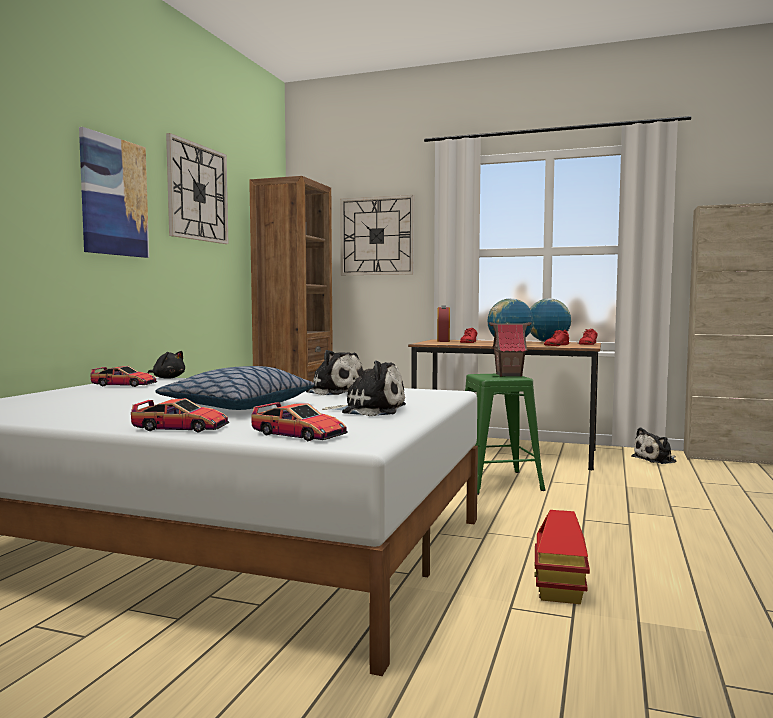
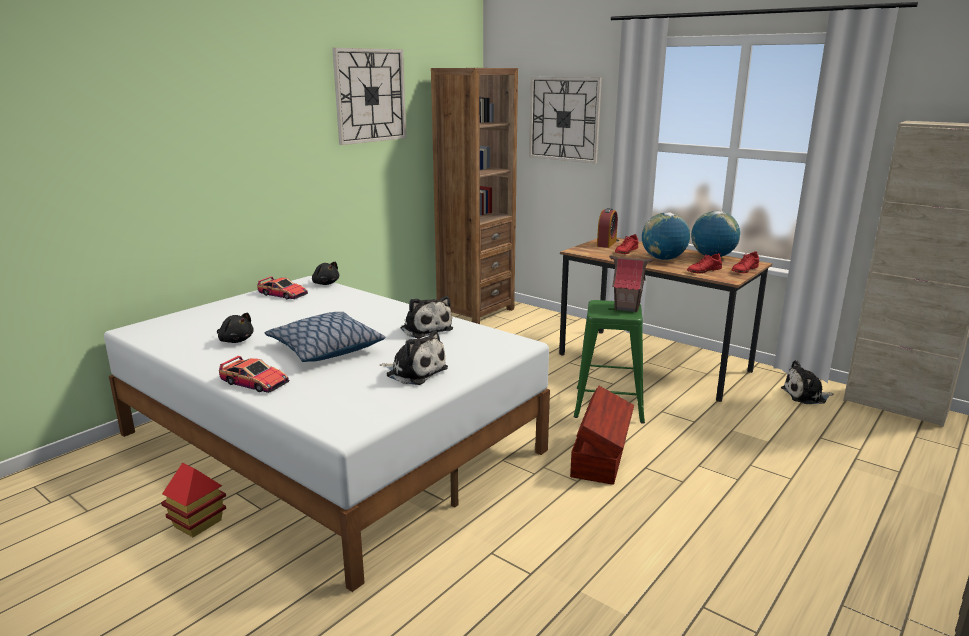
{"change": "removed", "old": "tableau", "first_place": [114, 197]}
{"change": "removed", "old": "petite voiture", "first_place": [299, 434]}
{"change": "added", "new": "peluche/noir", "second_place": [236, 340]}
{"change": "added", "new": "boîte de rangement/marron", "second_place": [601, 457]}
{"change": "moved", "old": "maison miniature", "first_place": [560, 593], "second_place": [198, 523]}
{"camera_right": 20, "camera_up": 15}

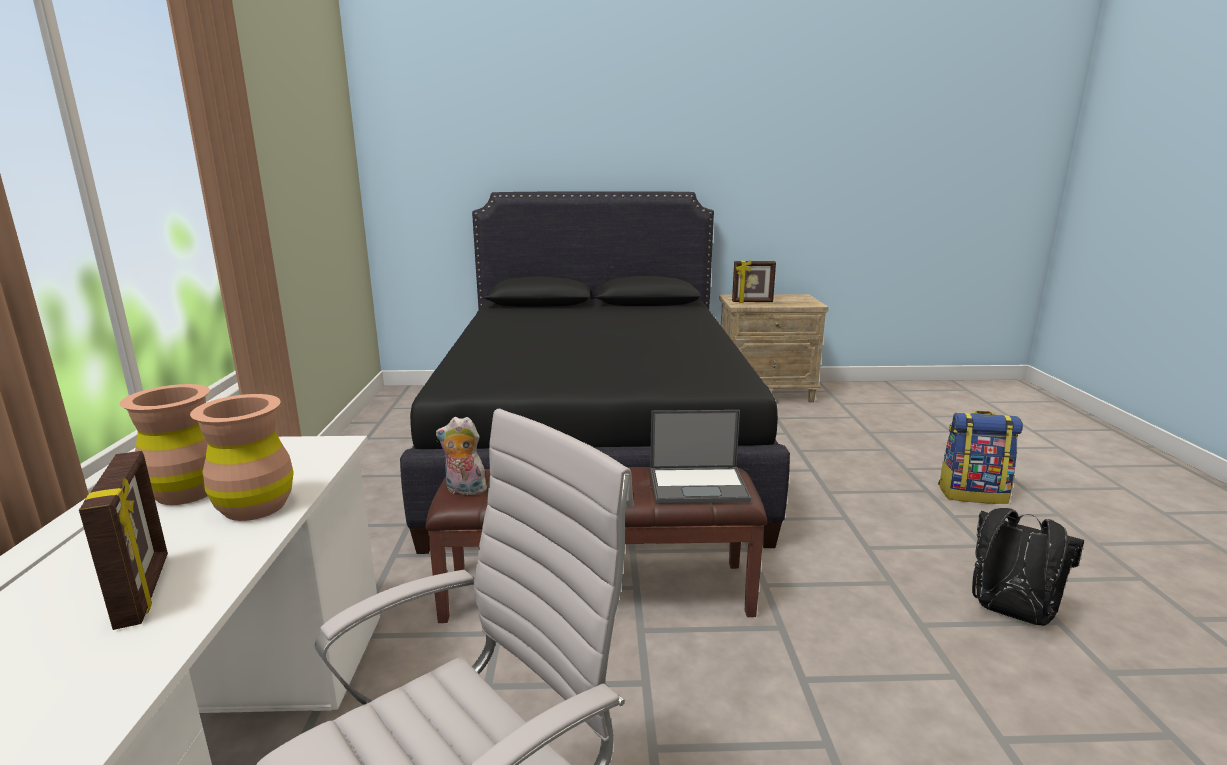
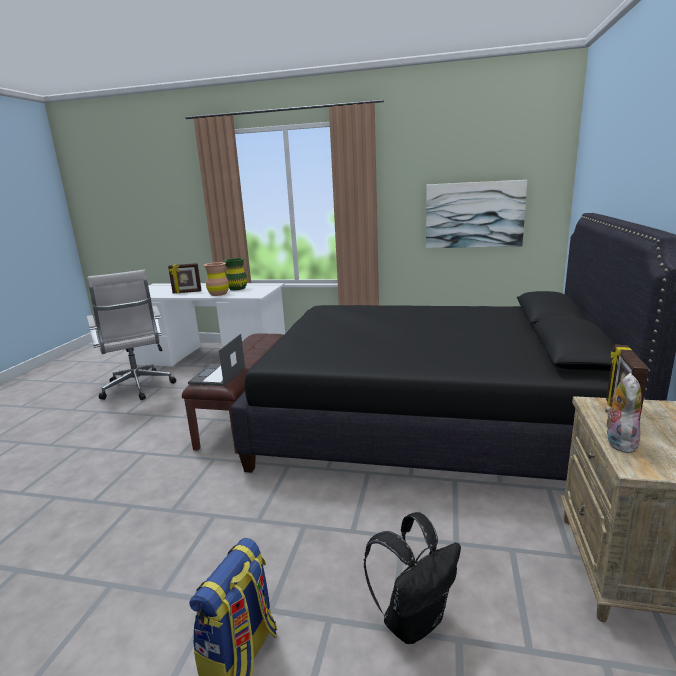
{"change": "added", "new": "tableau", "second_place": [474, 215]}
{"change": "moved", "old": "peluche", "first_place": [464, 490], "second_place": [618, 442]}
{"change": "moved", "old": "sac à dos/noir", "first_place": [1009, 613], "second_place": [414, 620]}
{"change": "recoloured", "old": "vase/marron", "new": "vase/vert", "first_place": [187, 492], "second_place": [237, 288]}
{"camera_right": 105, "camera_up": 0}

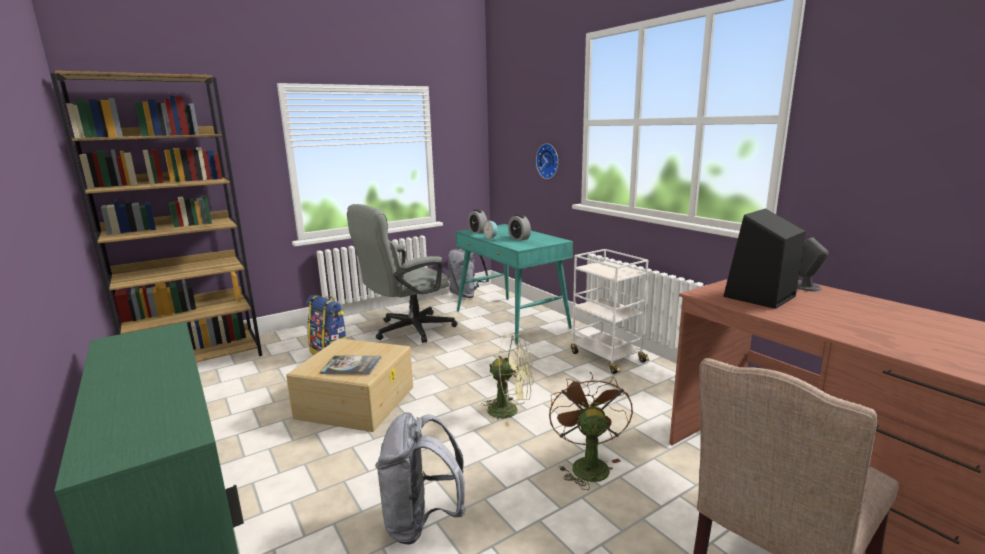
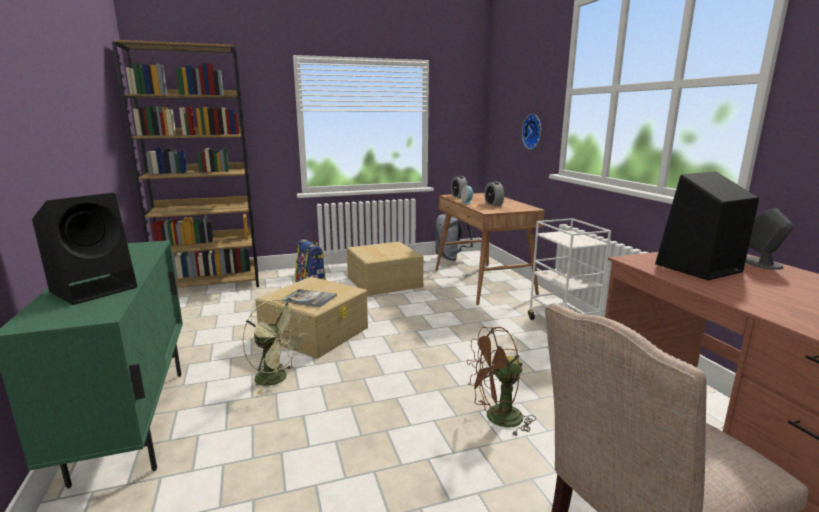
{"change": "removed", "old": "sac à dos/gris", "first_place": [421, 522]}
{"change": "added", "new": "enceinte/noir", "second_place": [96, 289]}
{"change": "moved", "old": "ventilateur/vert", "first_place": [510, 411], "second_place": [277, 379]}
{"change": "replaced", "old": "chaise de bureau/gris", "new": "boîte de rangement/beige", "first_place": [407, 330], "second_place": [384, 281]}
{"change": "recoloured", "old": "bureau/turquoise", "new": "bureau/marron", "first_place": [512, 319], "second_place": [483, 283]}
{"change": "turned", "old": "ventilateur/marron", "first_place": [587, 464], "second_place": [497, 419], "degrees": -120}
{"camera_right": 15, "camera_up": 0}

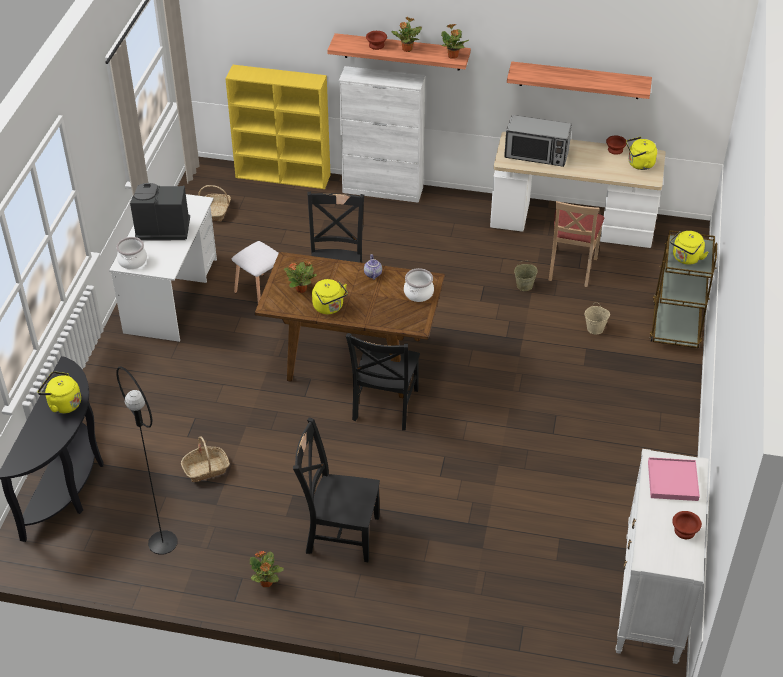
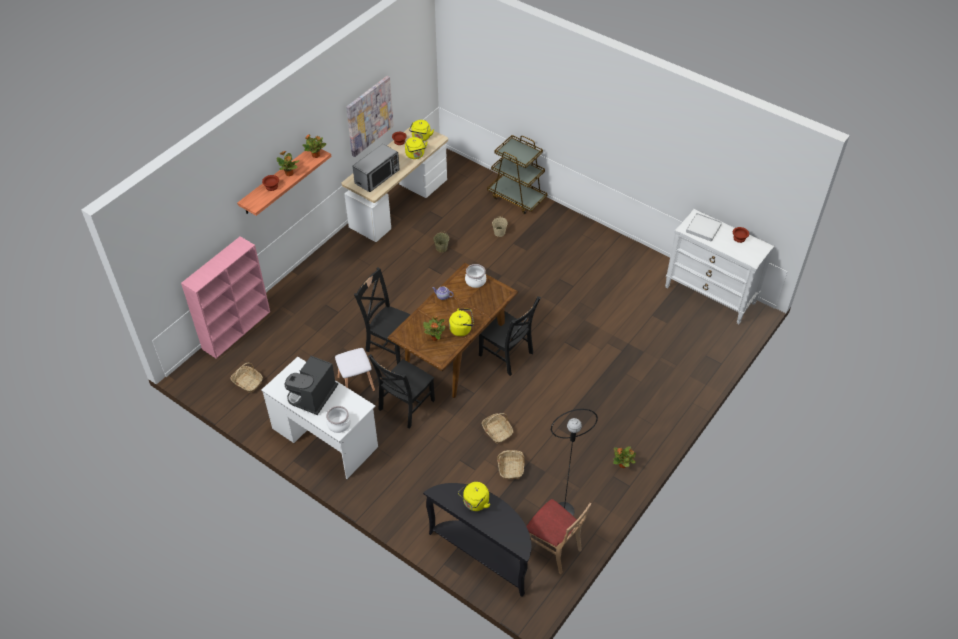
{"change": "removed", "old": "meuble de rangement/blanc", "first_place": [383, 190]}
{"change": "added", "new": "panier", "second_place": [497, 431]}
{"change": "moved", "old": "chaise/noir", "first_place": [339, 533], "second_place": [405, 406]}
{"change": "moved", "old": "chaise/beige", "first_place": [571, 268], "second_place": [554, 549]}
{"change": "moved", "old": "bouilloire/jaune", "first_place": [686, 258], "second_place": [415, 155]}
{"change": "replaced", "old": "étagère", "new": "tableau", "first_place": [579, 80], "second_place": [369, 115]}
{"change": "recoloured", "old": "bibliothèque/jaune", "new": "bibliothèque/rose", "first_place": [284, 176], "second_place": [237, 329]}
{"change": "recoloured", "old": "plateau/rose", "new": "plateau/blanc", "first_place": [673, 481], "second_place": [703, 228]}
{"camera_right": -65, "camera_up": 5}

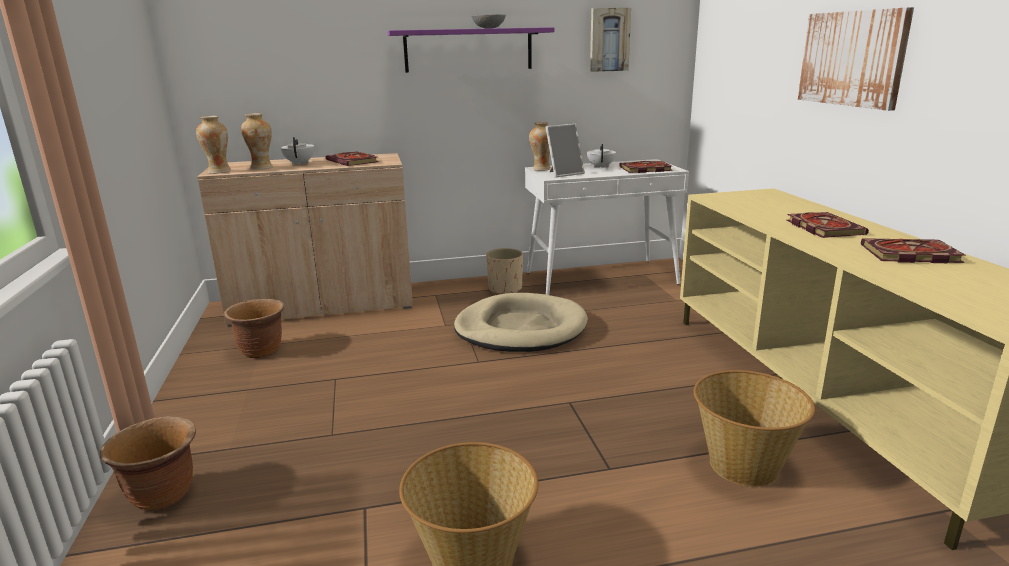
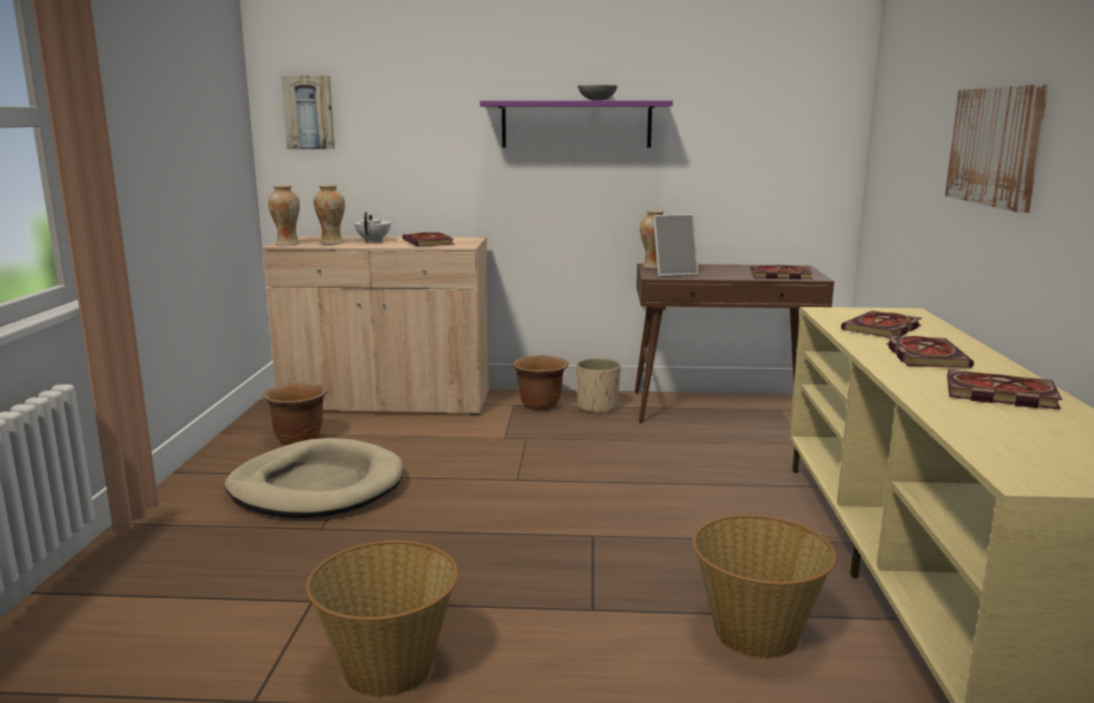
{"change": "removed", "old": "théière/blanc", "first_place": [601, 167]}
{"change": "added", "new": "livre", "second_place": [882, 329]}
{"change": "moved", "old": "cache-pot/marron", "first_place": [163, 495], "second_place": [540, 405]}
{"change": "moved", "old": "panier pour chien/beige", "first_place": [520, 329], "second_place": [317, 486]}
{"change": "moved", "old": "tableau", "first_place": [609, 40], "second_place": [309, 113]}
{"change": "recoloured", "old": "table console/blanc", "new": "table console/marron", "first_place": [601, 278], "second_place": [723, 408]}
{"camera_right": 15, "camera_up": -5}

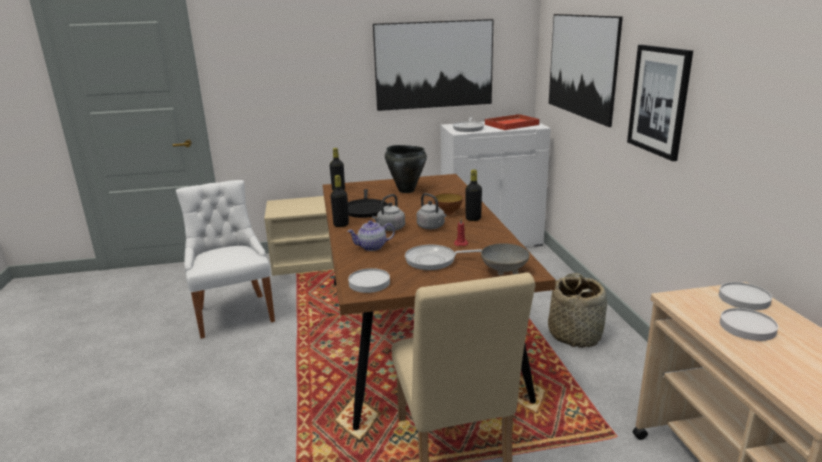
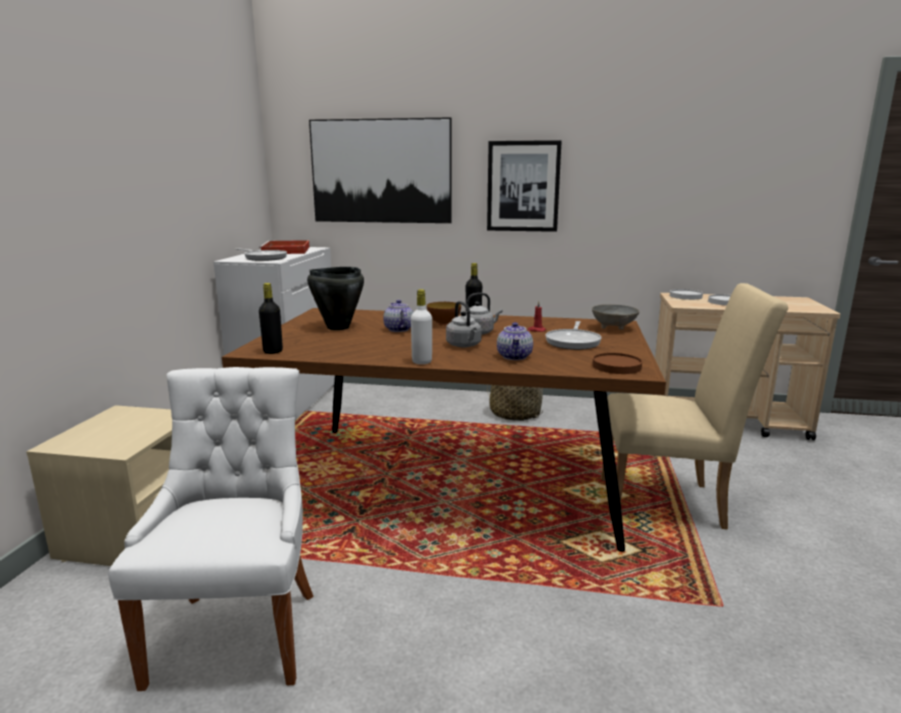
{"change": "removed", "old": "poêle/noir", "first_place": [365, 210]}
{"change": "removed", "old": "tableau", "first_place": [434, 65]}
{"change": "added", "new": "théière", "second_place": [398, 329]}
{"change": "recoloured", "old": "bouteille/noir", "new": "bouteille/blanc", "first_place": [341, 225], "second_place": [422, 361]}
{"change": "recoloured", "old": "assiette/blanc", "new": "assiette/marron", "first_place": [369, 283], "second_place": [617, 366]}
{"change": "turned", "old": "chaise/blanc", "first_place": [234, 313], "second_place": [238, 632], "degrees": 90}
{"camera_right": -70, "camera_up": -5}

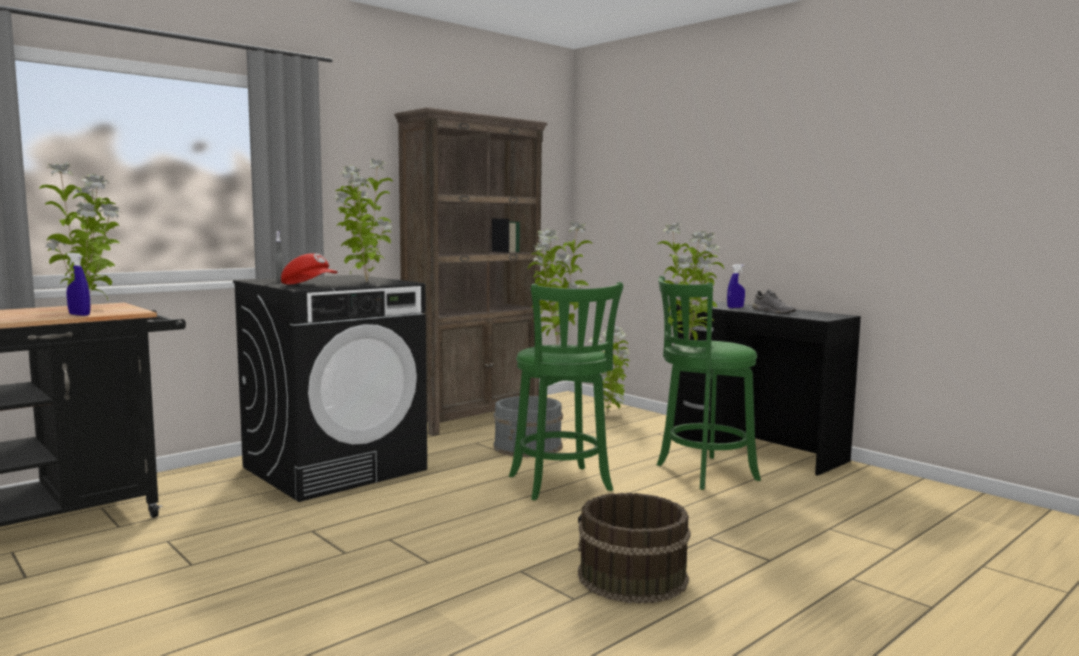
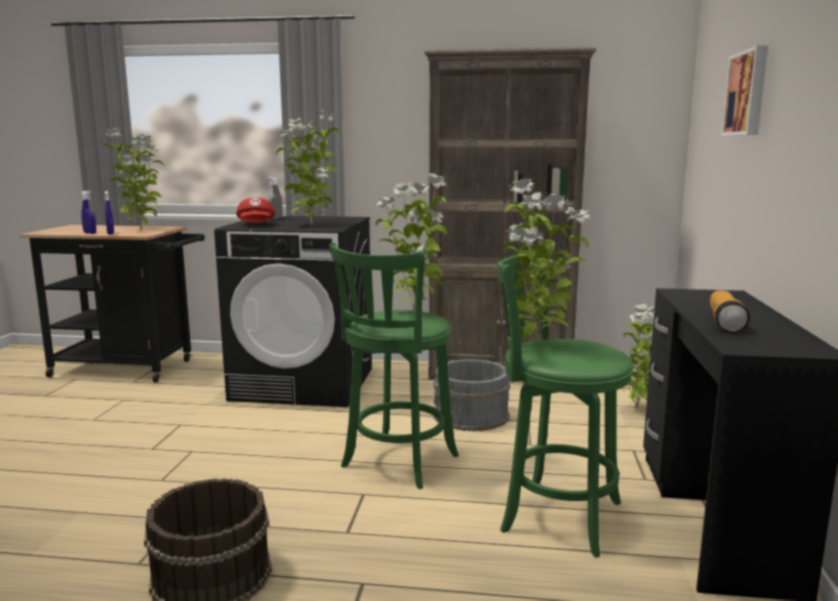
{"change": "added", "new": "tableau", "second_place": [748, 93]}
{"change": "moved", "old": "vaporisateur/bleu", "first_place": [735, 307], "second_place": [90, 233]}
{"change": "replaced", "old": "chaussure/gris", "new": "lampe de poche", "first_place": [774, 312], "second_place": [725, 323]}
{"camera_right": 50, "camera_up": 5}

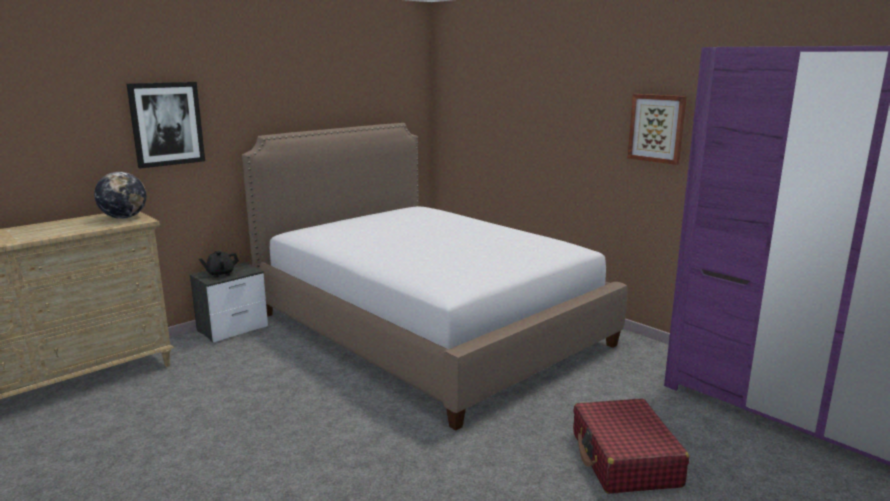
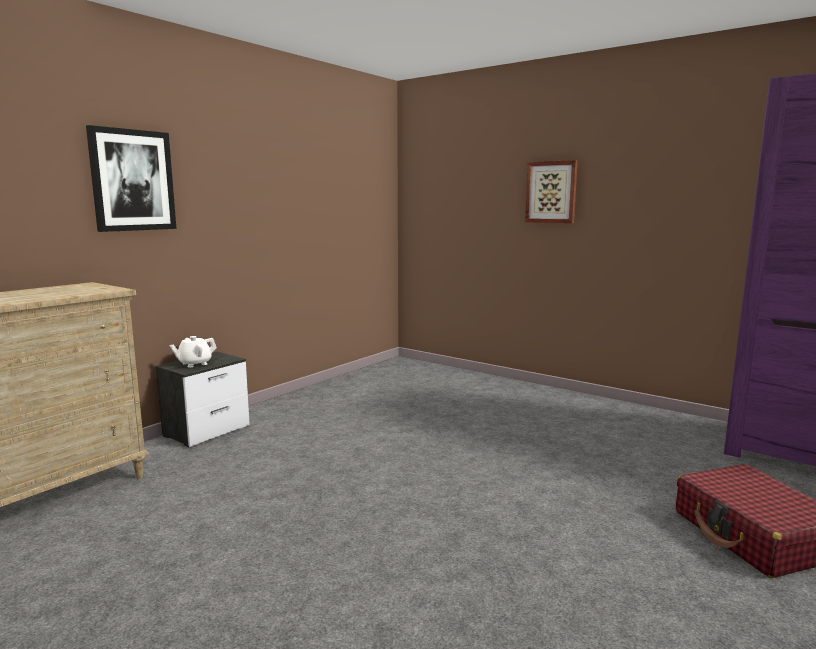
{"change": "removed", "old": "globe", "first_place": [124, 218]}
{"change": "removed", "old": "lit", "first_place": [428, 329]}
{"change": "moved", "old": "tableau", "first_place": [657, 128], "second_place": [551, 192]}
{"change": "recoloured", "old": "théière/noir", "new": "théière/blanc", "first_place": [220, 274], "second_place": [194, 364]}
{"camera_right": -10, "camera_up": -5}

